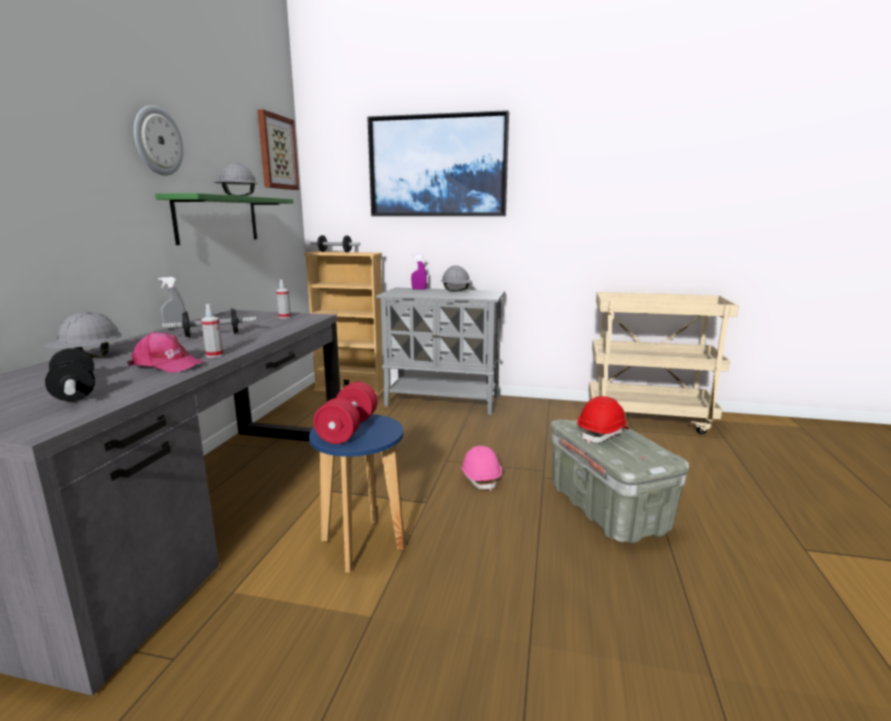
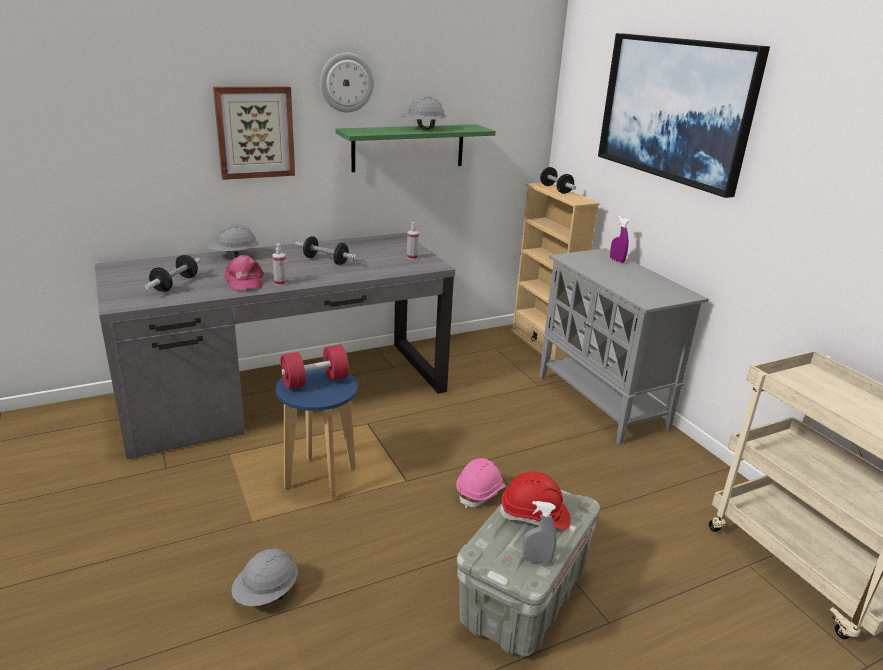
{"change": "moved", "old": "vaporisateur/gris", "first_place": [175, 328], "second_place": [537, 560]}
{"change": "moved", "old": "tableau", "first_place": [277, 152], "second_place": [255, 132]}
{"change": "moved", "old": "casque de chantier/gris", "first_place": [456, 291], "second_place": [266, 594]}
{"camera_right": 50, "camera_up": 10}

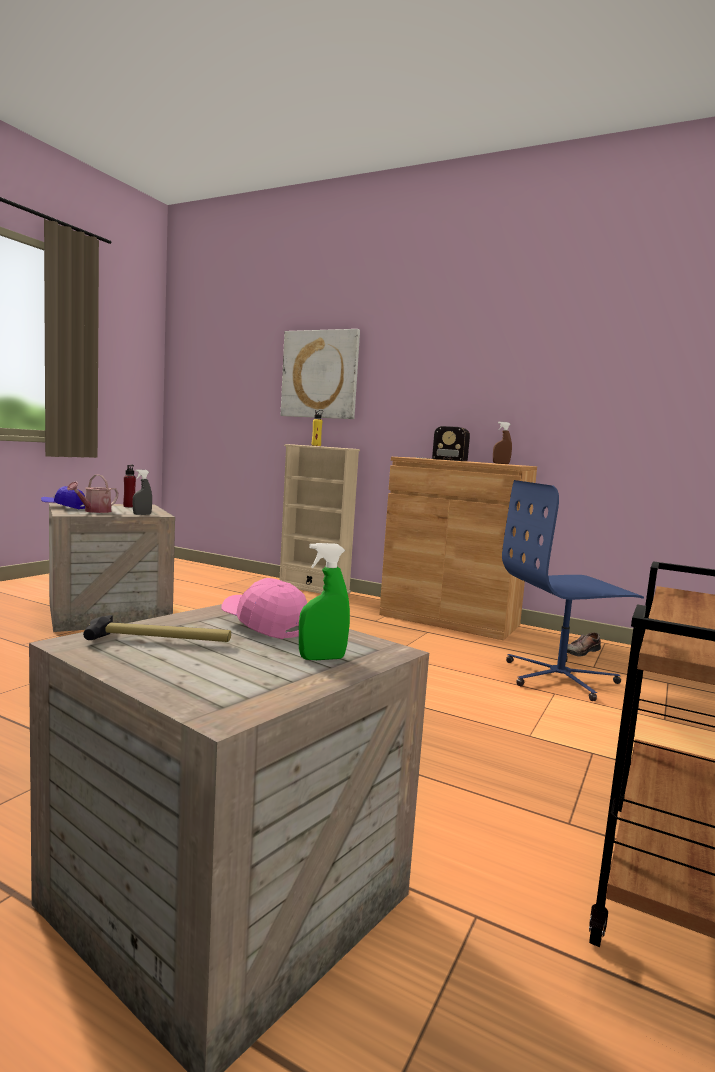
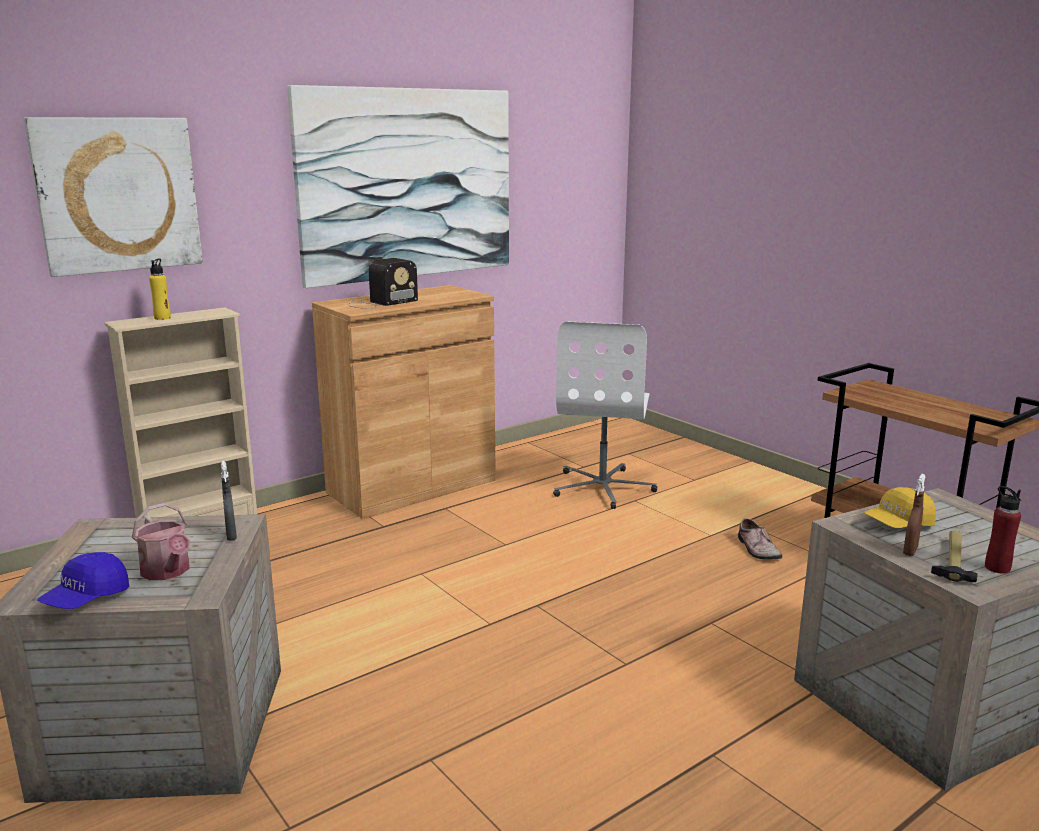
{"change": "removed", "old": "vaporisateur/vert", "first_place": [322, 658]}
{"change": "added", "new": "tableau", "second_place": [408, 184]}
{"change": "moved", "old": "bouteille/rouge", "first_place": [129, 506], "second_place": [997, 568]}
{"change": "moved", "old": "vaporisateur/marron", "first_place": [501, 463], "second_place": [910, 551]}
{"change": "moved", "old": "chaussure", "first_place": [580, 651], "second_place": [756, 549]}
{"change": "recoloured", "old": "casquette/rose", "new": "casquette/jaune", "first_place": [263, 625], "second_place": [898, 524]}
{"change": "recoloured", "old": "chaise de bureau/bleu", "new": "chaise de bureau/blanc", "first_place": [560, 678], "second_place": [603, 487]}
{"camera_right": -65, "camera_up": 10}

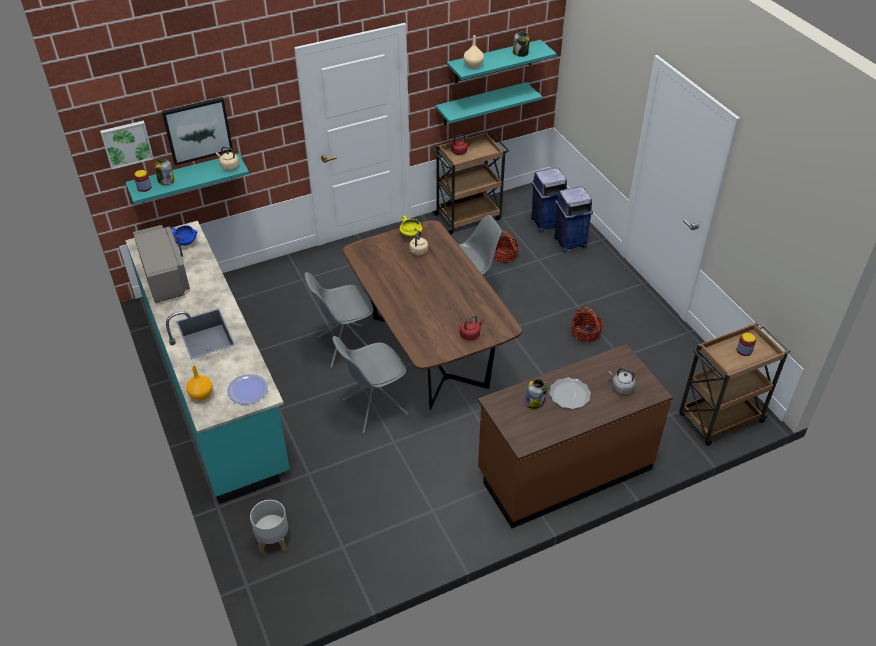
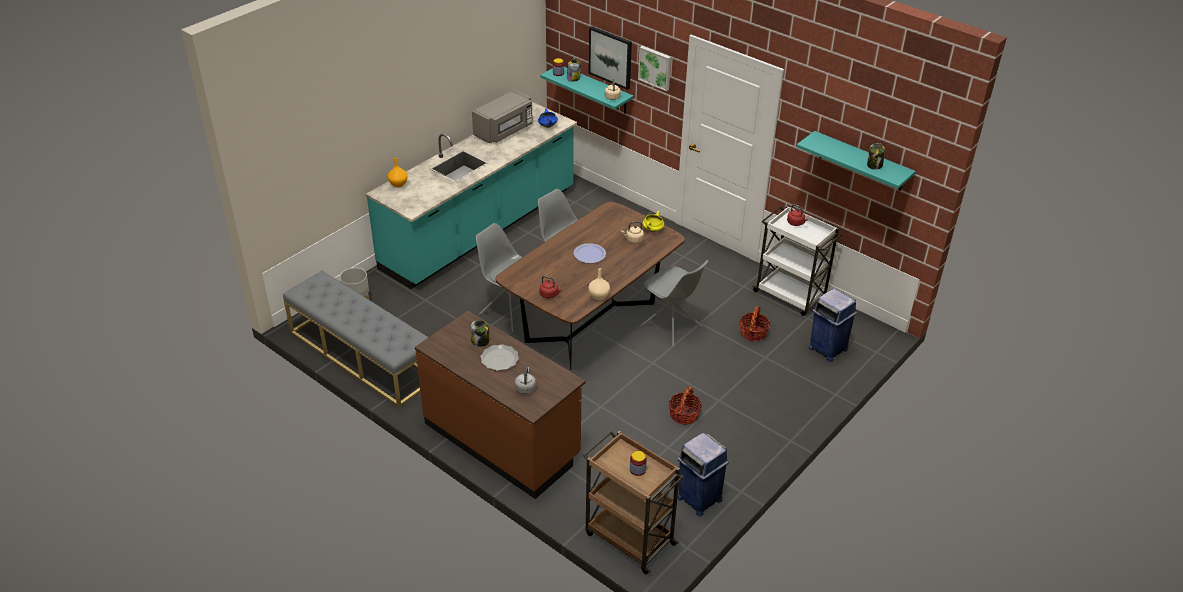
{"change": "removed", "old": "étagère/turquoise", "first_place": [481, 104]}
{"change": "added", "new": "banc/gris", "second_place": [362, 355]}
{"change": "moved", "old": "tableau", "first_place": [126, 143], "second_place": [655, 67]}
{"change": "moved", "old": "assiette", "first_place": [247, 390], "second_place": [589, 254]}
{"change": "moved", "old": "vase/beige", "first_place": [473, 66], "second_place": [598, 296]}
{"change": "moved", "old": "poubelle/bleu", "first_place": [569, 242], "second_place": [699, 498]}
{"change": "recoloured", "old": "chariot/marron", "new": "chariot/blanc", "first_place": [468, 216], "second_place": [790, 295]}
{"camera_right": 65, "camera_up": -5}

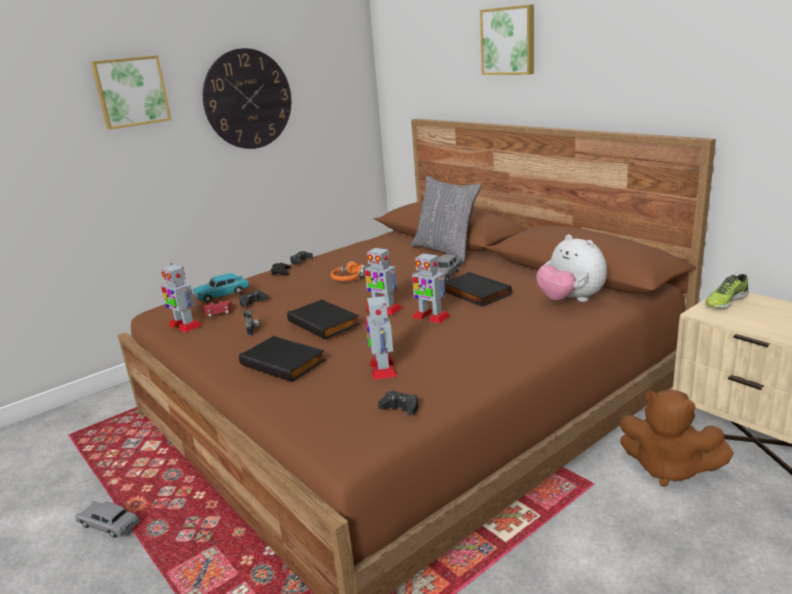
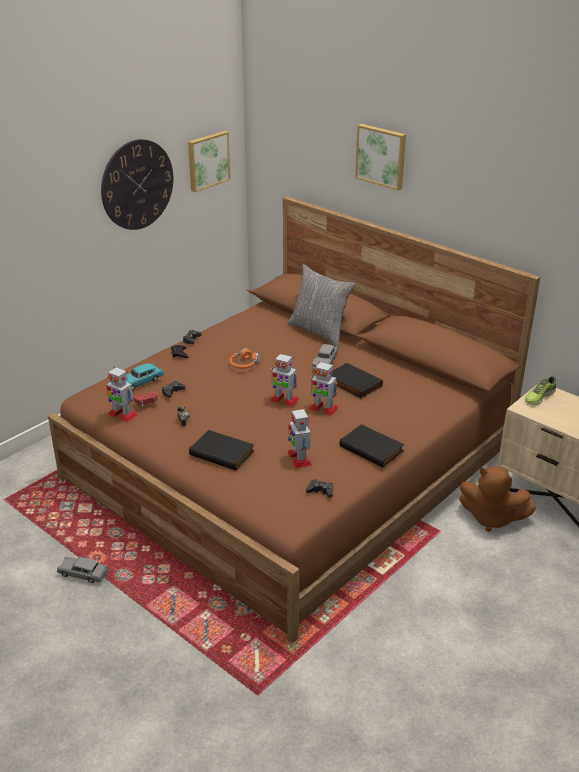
{"change": "removed", "old": "peluche", "first_place": [570, 300]}
{"change": "moved", "old": "tableau", "first_place": [131, 92], "second_place": [207, 160]}
{"change": "moved", "old": "livre/noir", "first_place": [325, 322], "second_place": [372, 448]}
{"camera_right": -10, "camera_up": 10}

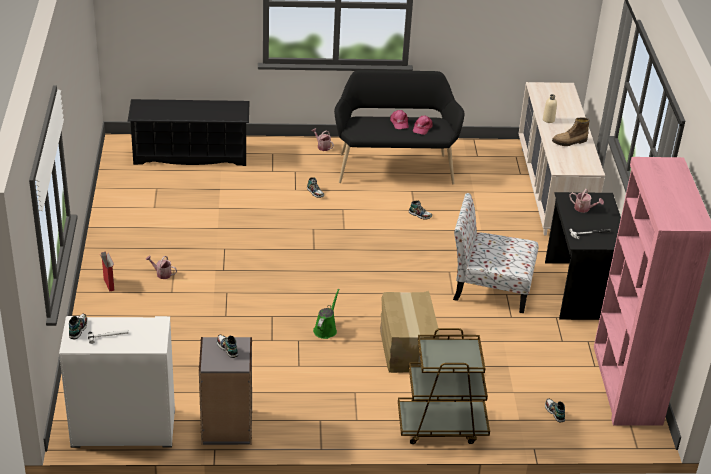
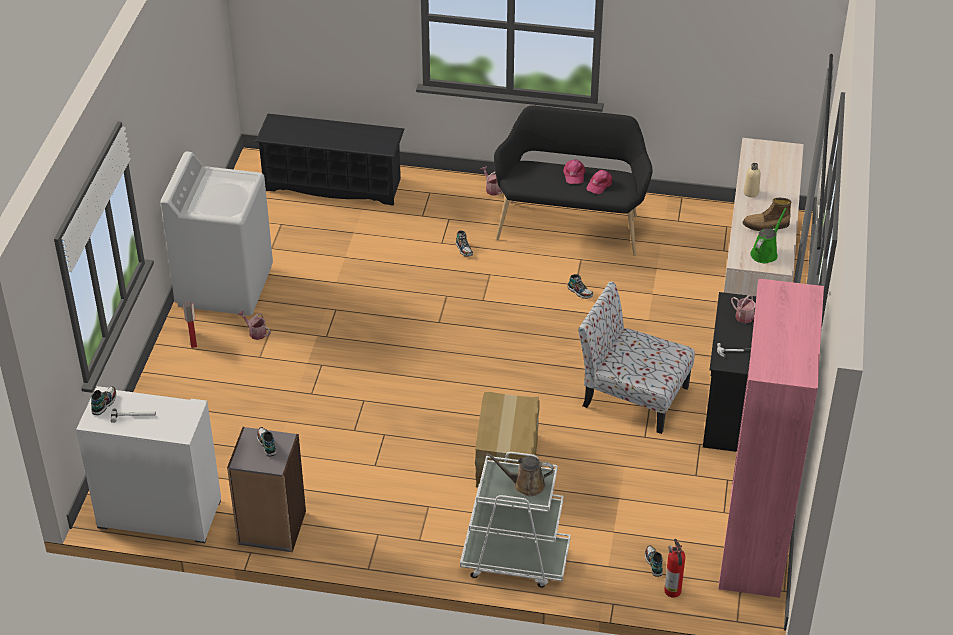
{"change": "added", "new": "lave-linge/blanc", "second_place": [225, 285]}
{"change": "added", "new": "arrosoir/marron", "second_place": [525, 484]}
{"change": "added", "new": "extincteur", "second_place": [673, 592]}
{"change": "moved", "old": "arrosoir/vert", "first_place": [326, 329], "second_place": [765, 253]}
{"change": "recoloured", "old": "chariot/marron", "new": "chariot/blanc", "first_place": [441, 425], "second_place": [514, 560]}
{"camera_right": 15, "camera_up": 5}

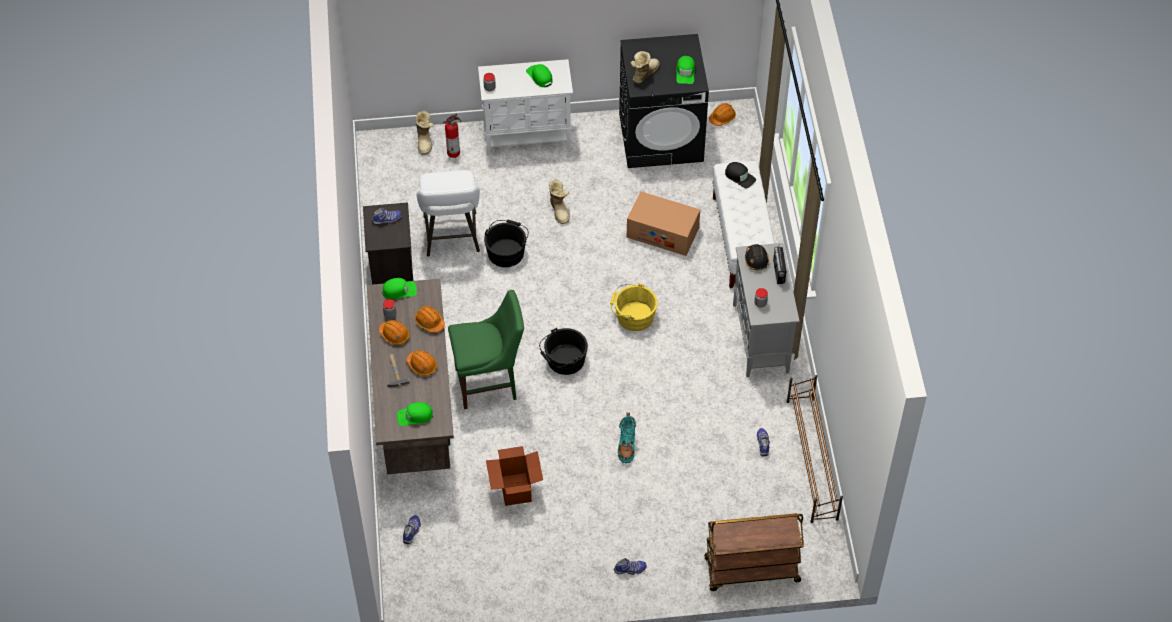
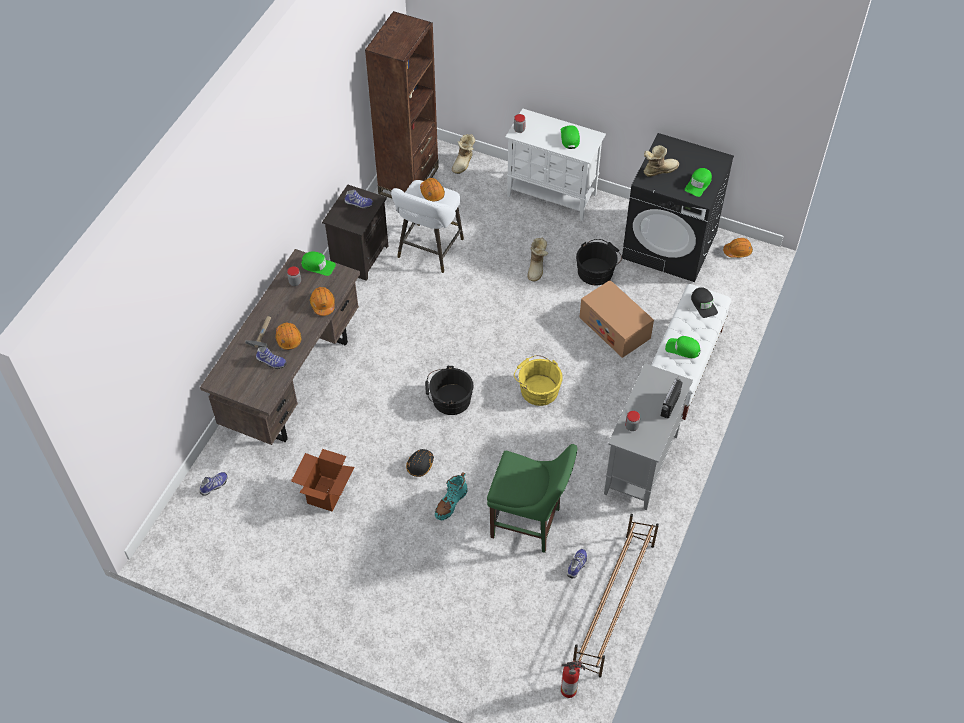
{"change": "removed", "old": "chariot/marron", "first_place": [751, 571]}
{"change": "added", "new": "bibliothèque/marron", "second_place": [409, 180]}
{"change": "moved", "old": "casque de chantier/orange", "first_place": [394, 335], "second_place": [432, 193]}
{"change": "moved", "old": "casquette/vert", "first_place": [415, 416], "second_place": [682, 349]}
{"change": "moved", "old": "extincteur", "first_place": [454, 152], "second_place": [570, 690]}
{"change": "moved", "old": "chaise/vert", "first_place": [489, 383], "second_place": [529, 524]}
{"change": "moved", "old": "seau/noir", "first_place": [506, 251], "second_place": [597, 270]}
{"change": "moved", "old": "chaussure", "first_place": [630, 570], "second_place": [271, 362]}
{"change": "moved", "old": "casque de chantier/noir", "first_place": [756, 260], "second_place": [420, 465]}
{"camera_right": 30, "camera_up": 0}

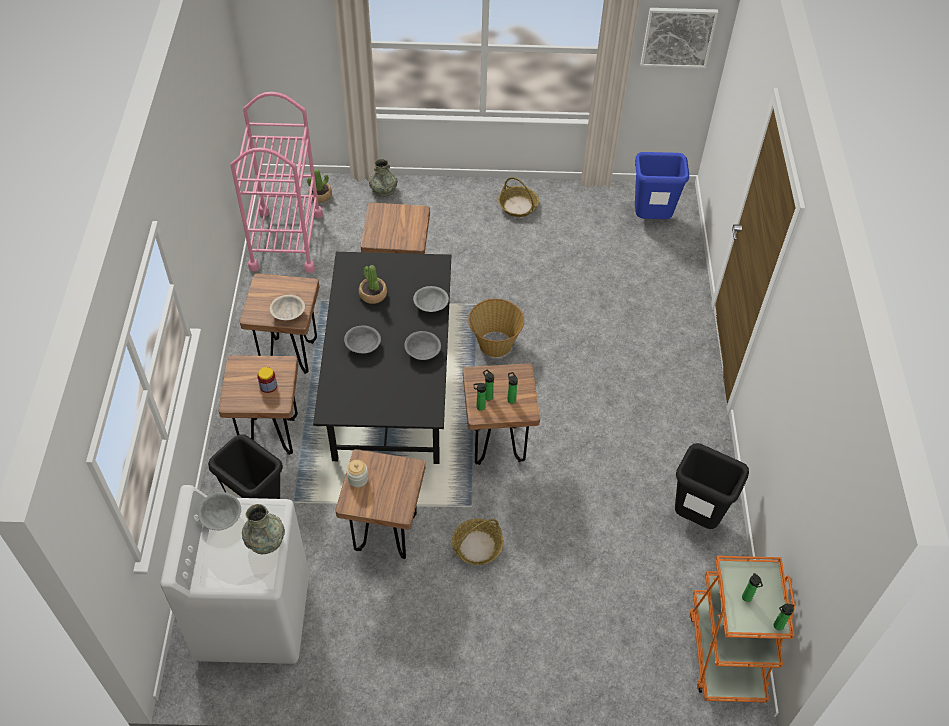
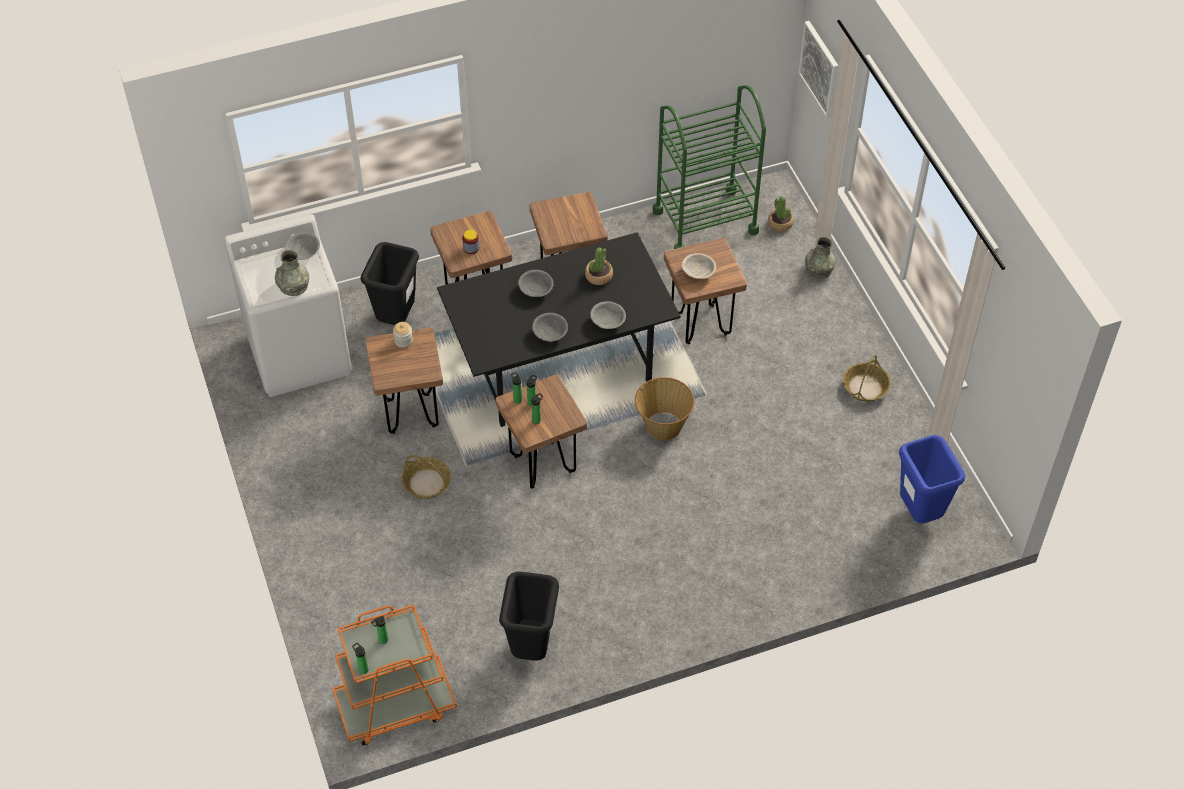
{"change": "moved", "old": "bol/beige", "first_place": [288, 314], "second_place": [698, 272]}
{"change": "moved", "old": "tableau", "first_place": [678, 37], "second_place": [820, 68]}
{"change": "recoloured", "old": "chariot/rose", "new": "chariot/vert", "first_place": [286, 240], "second_place": [705, 221]}
{"camera_right": 70, "camera_up": 0}

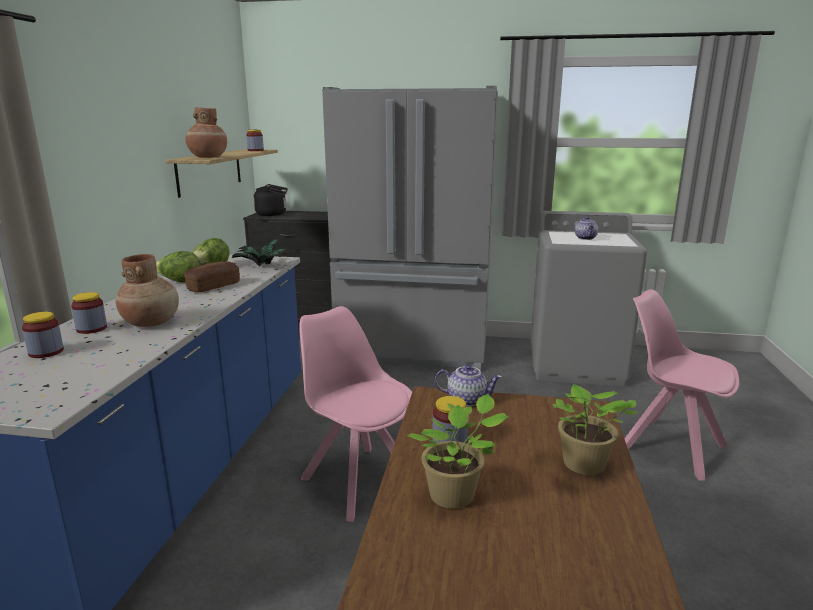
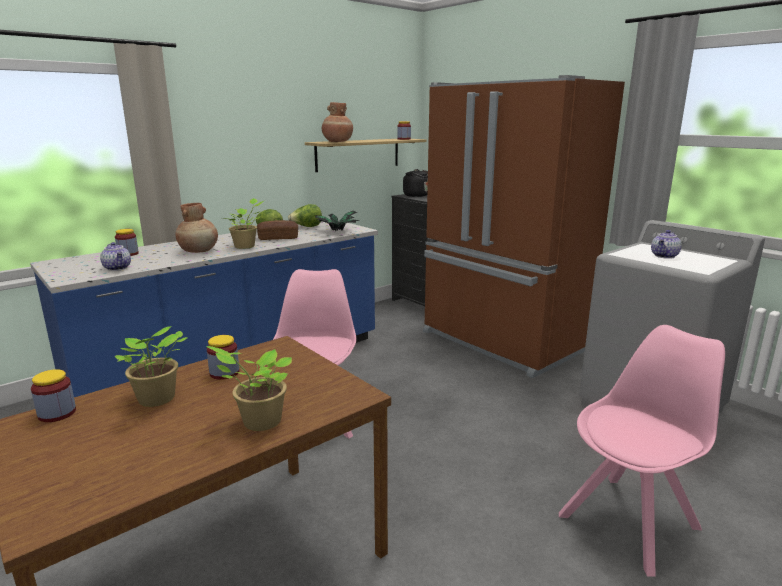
{"change": "added", "new": "plante en pot", "second_place": [246, 246]}
{"change": "moved", "old": "bocal", "first_place": [91, 329], "second_place": [57, 413]}
{"change": "moved", "old": "théière", "first_place": [467, 399], "second_place": [118, 268]}
{"change": "recoloured", "old": "réfrigérateur/gris", "new": "réfrigérateur/marron", "first_place": [414, 350], "second_place": [501, 342]}
{"change": "turned", "old": "chaise/rose", "first_place": [669, 446], "second_place": [631, 520], "degrees": 60}
{"camera_right": 40, "camera_up": 0}

